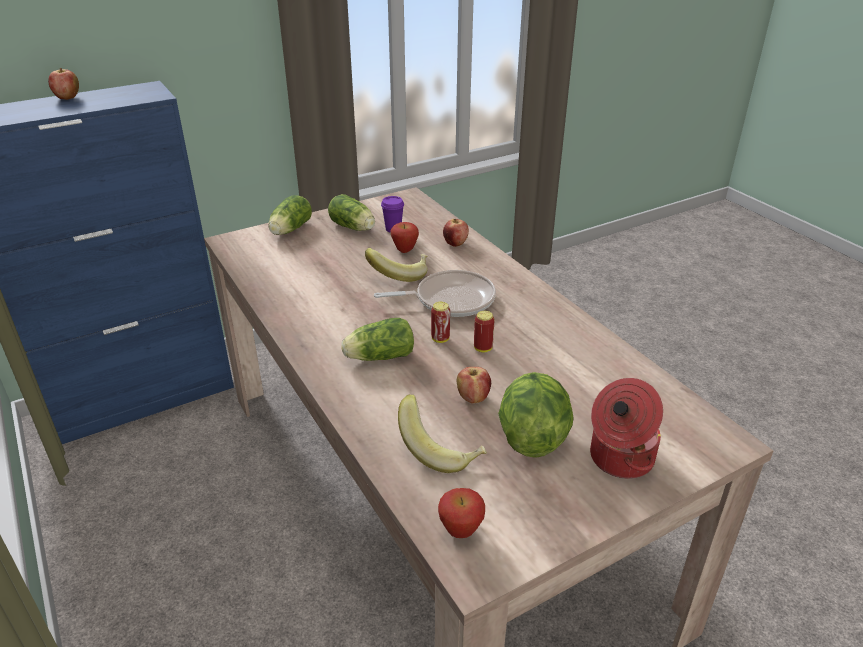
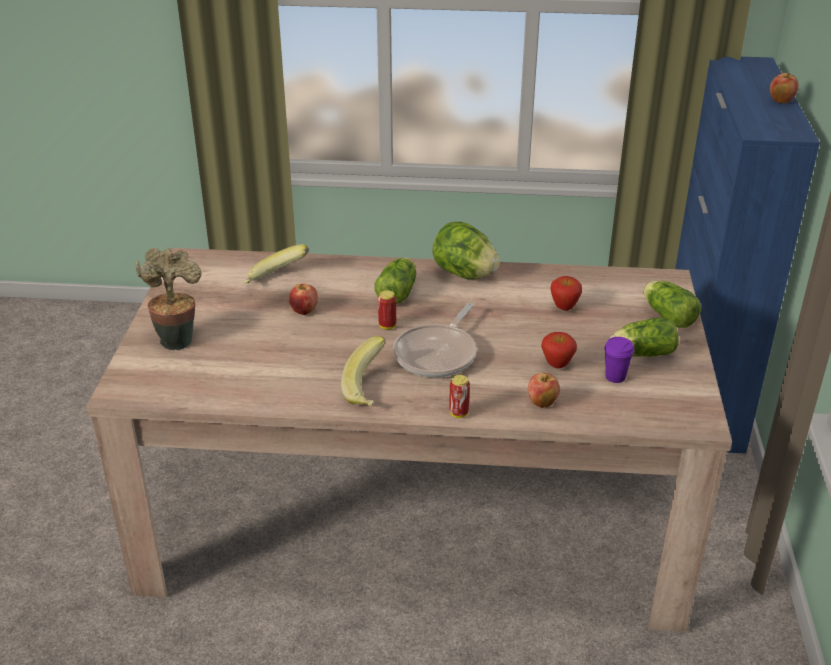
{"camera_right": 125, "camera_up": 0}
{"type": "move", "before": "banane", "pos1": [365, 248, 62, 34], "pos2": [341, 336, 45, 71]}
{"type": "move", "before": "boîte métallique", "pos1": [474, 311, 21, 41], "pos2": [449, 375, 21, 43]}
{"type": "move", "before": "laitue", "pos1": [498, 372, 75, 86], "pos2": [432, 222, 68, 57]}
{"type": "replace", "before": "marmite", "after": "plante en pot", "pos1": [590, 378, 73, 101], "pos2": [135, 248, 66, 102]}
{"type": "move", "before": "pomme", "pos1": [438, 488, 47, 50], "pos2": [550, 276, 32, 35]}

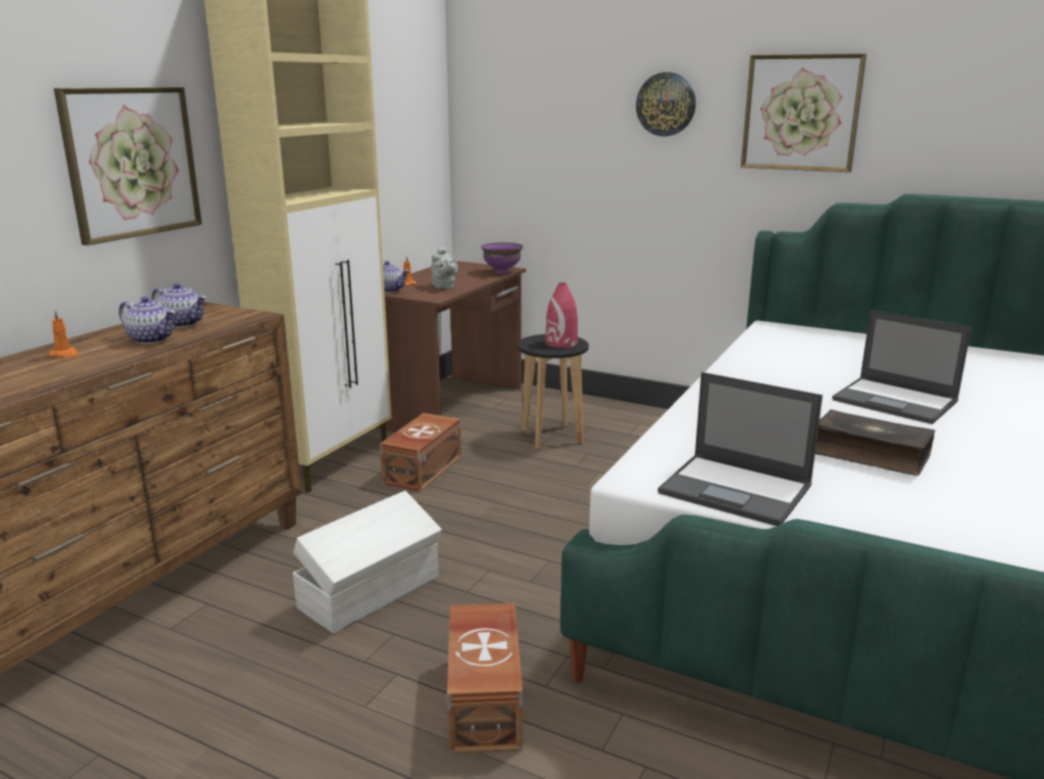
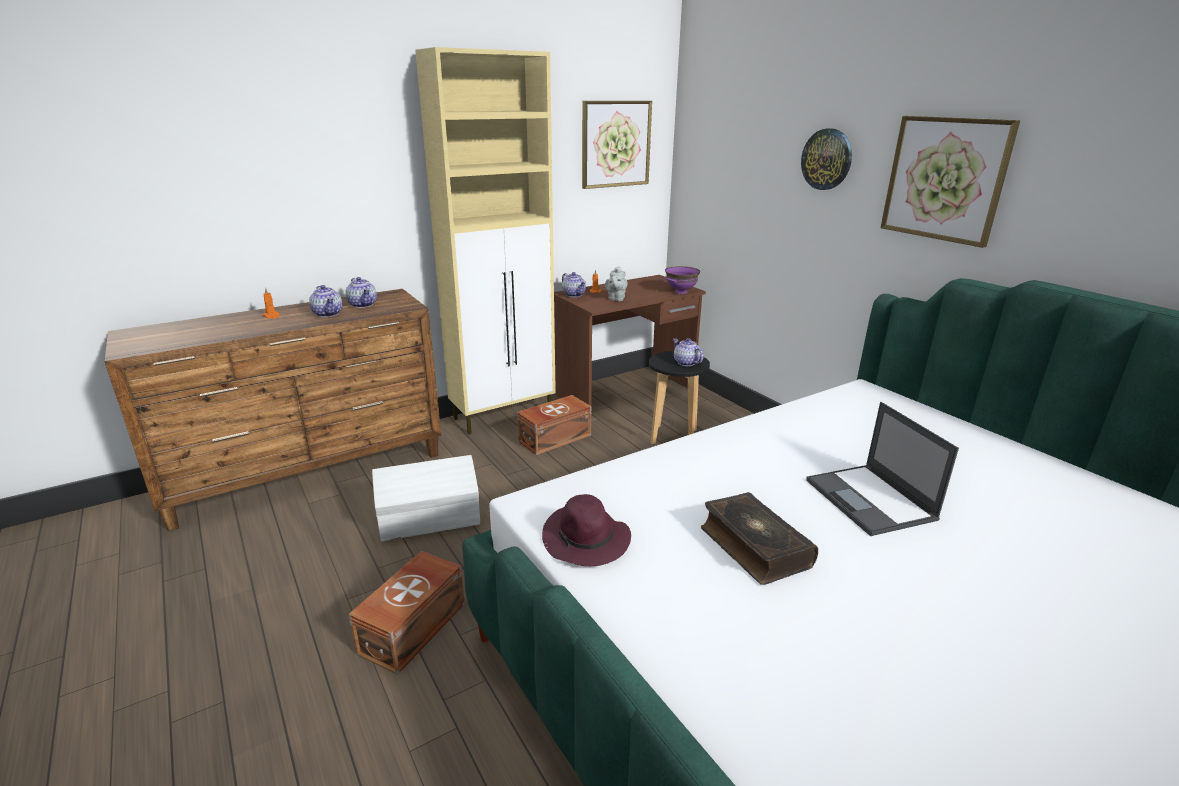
{"camera_right": 30, "camera_up": 5}
{"type": "move", "before": "tableau", "pos1": [54, 87, 148, 159], "pos2": [582, 101, 70, 88]}
{"type": "replace", "before": "vase [rouge]", "after": "théière", "pos1": [546, 283, 32, 65], "pos2": [673, 338, 30, 28]}
{"type": "replace", "before": "ordinateur portable", "after": "chapeau [violet]", "pos1": [658, 372, 165, 154], "pos2": [542, 494, 89, 72]}

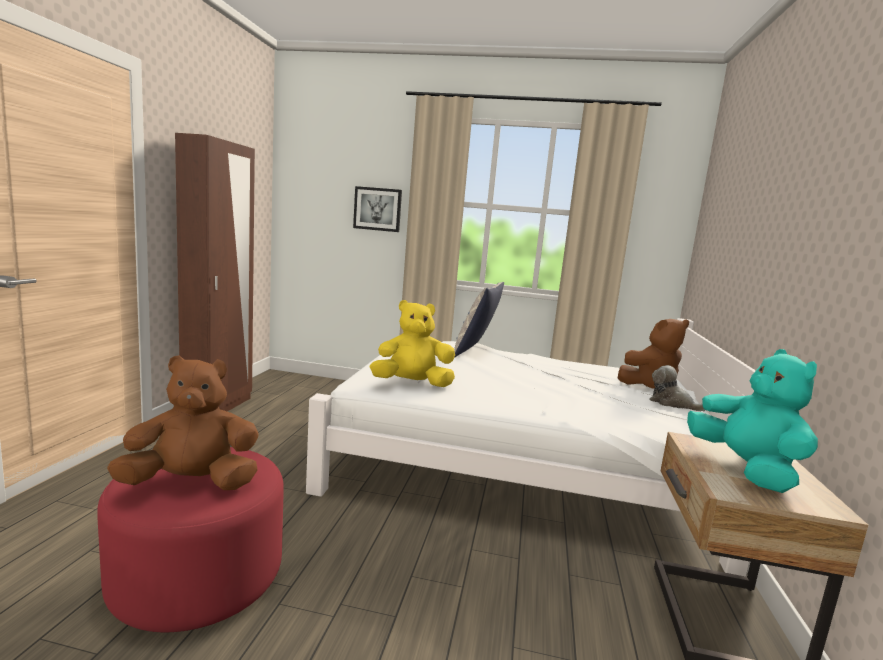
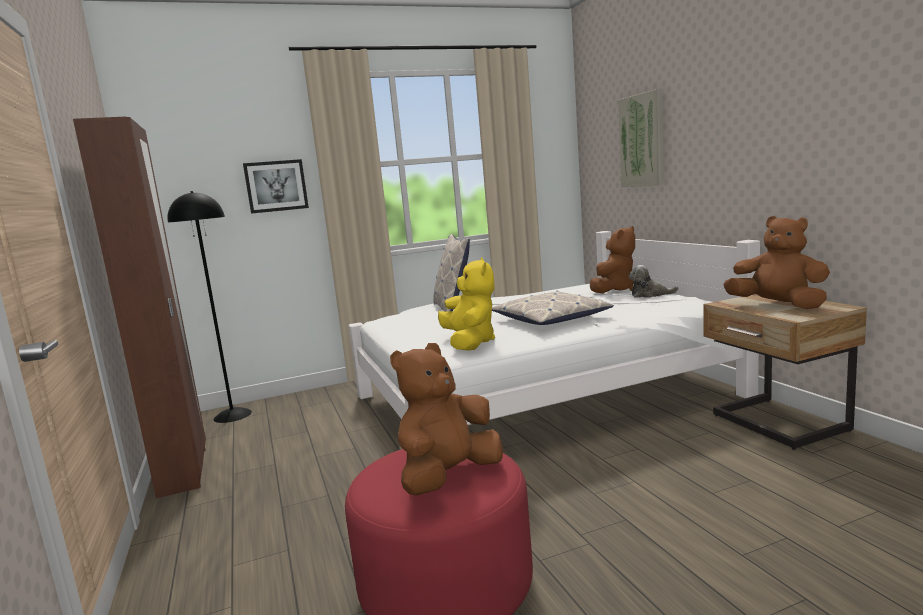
{"camera_right": -30, "camera_up": 0}
{"type": "rotate", "before": "peluche [jaune]", "pos1": [370, 300, 85, 87], "pos2": [438, 257, 57, 94], "turn": 120}
{"type": "recolor", "before": "peluche [turquoise]", "after": "peluche [marron]", "pos1": [687, 349, 131, 144], "pos2": [723, 216, 107, 93]}
{"type": "insert", "after": "tableau", "pos2": [618, 89, 46, 98]}
{"type": "insert", "after": "lampadaire [noir]", "pos2": [167, 191, 85, 232]}
{"type": "insert", "after": "coussin", "pos2": [492, 291, 122, 34]}

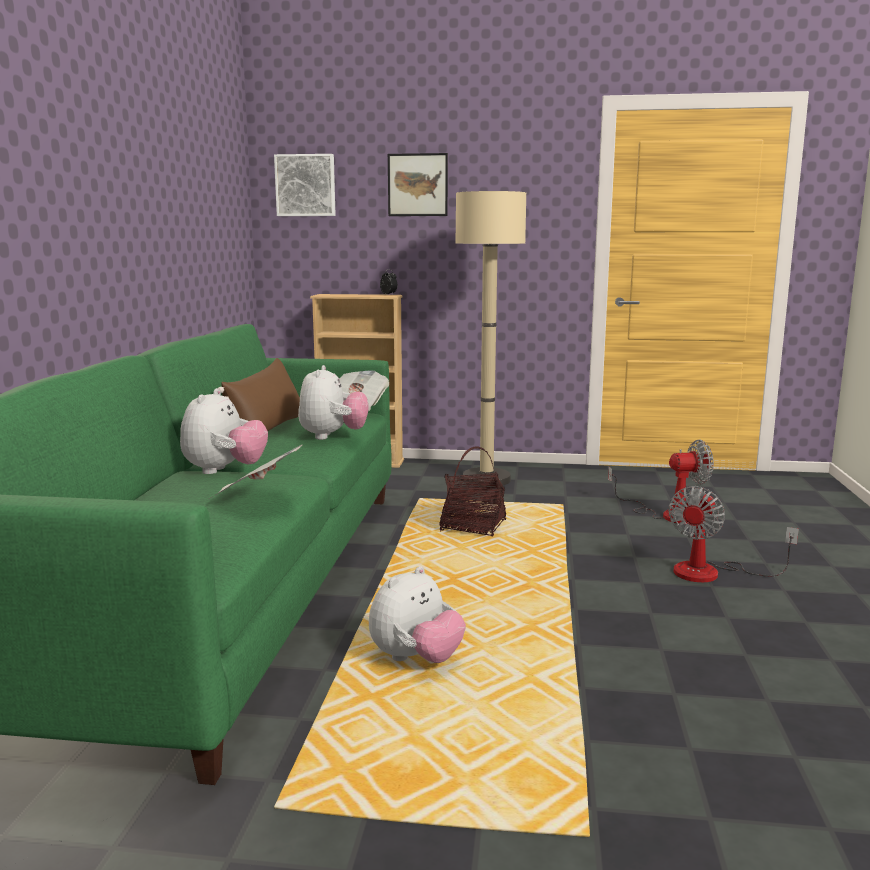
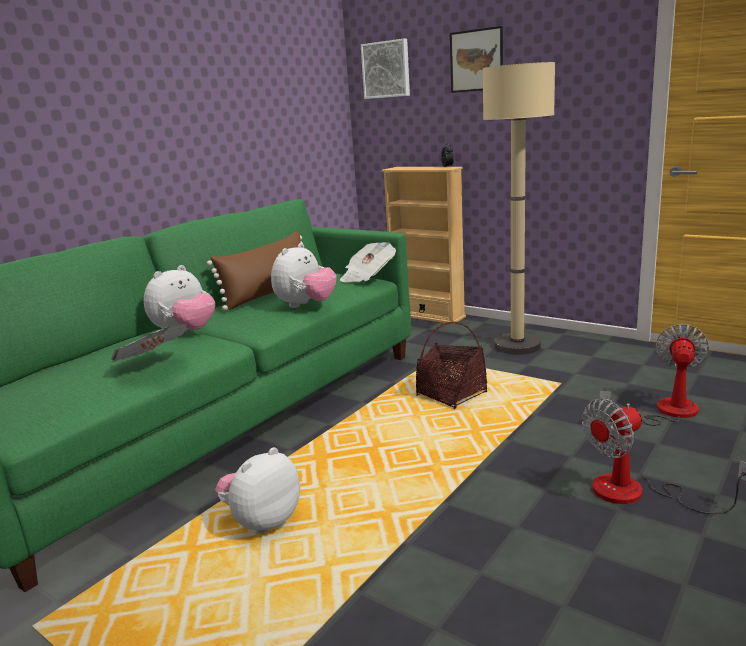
{"camera_right": 30, "camera_up": 5}
{"type": "rotate", "before": "ventilateur", "pos1": [608, 440, 106, 84], "pos2": [599, 324, 110, 102], "turn": -90}
{"type": "rotate", "before": "peluche", "pos1": [369, 566, 97, 97], "pos2": [215, 447, 85, 86], "turn": 150}

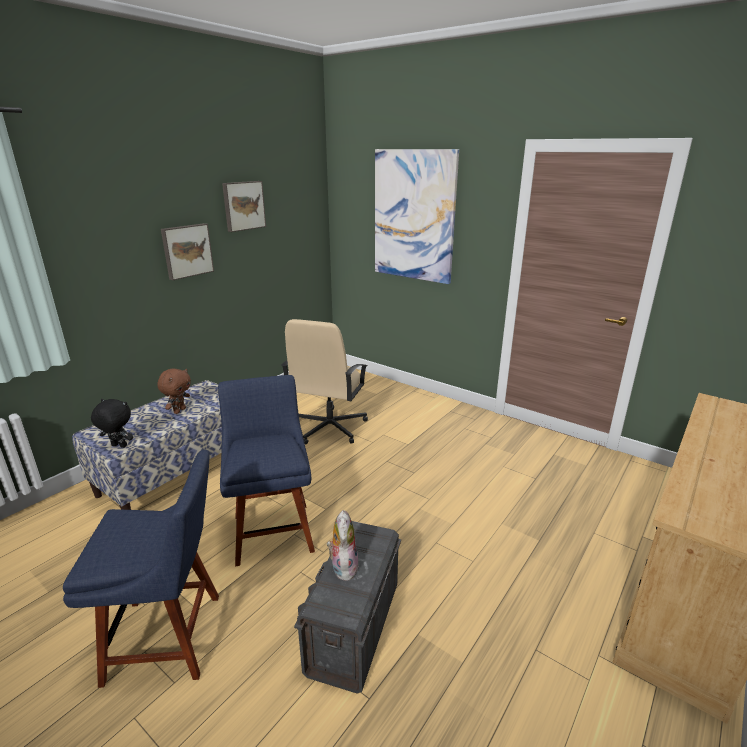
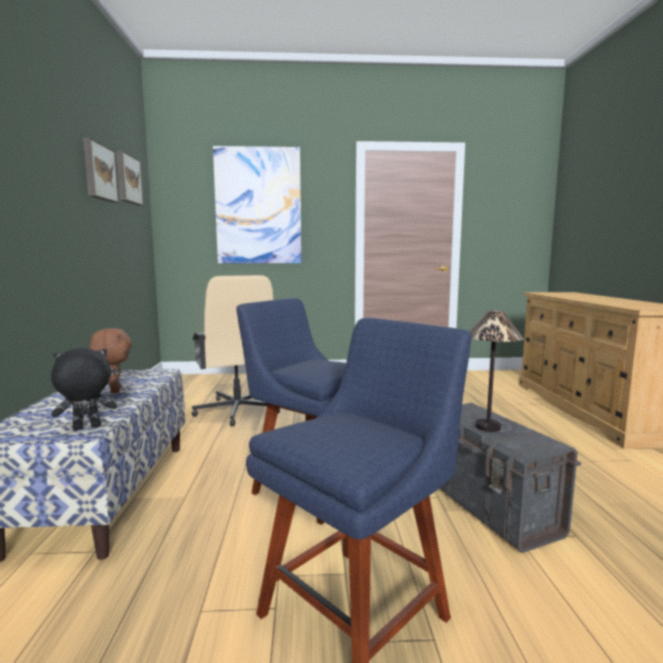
{"camera_right": -40, "camera_up": -15}
{"type": "move", "before": "tableau", "pos1": [161, 223, 53, 57], "pos2": [116, 150, 27, 56]}
{"type": "replace", "before": "peluche", "after": "lampe de table", "pos1": [327, 510, 32, 71], "pos2": [468, 310, 56, 122]}

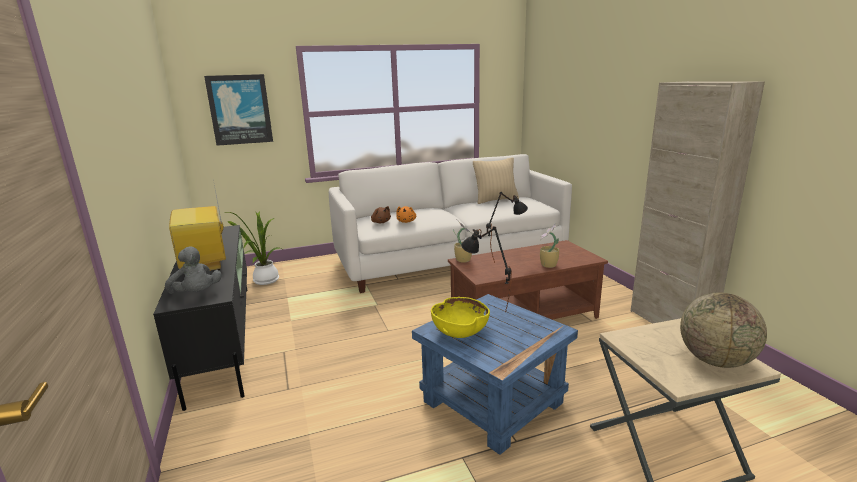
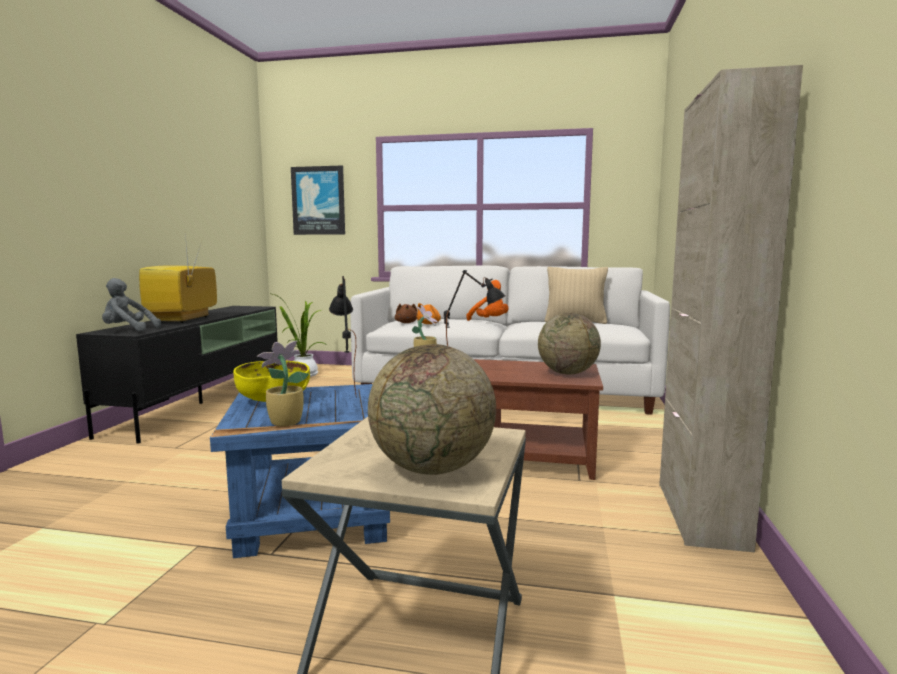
{"camera_right": 30, "camera_up": -10}
{"type": "move", "before": "plante en pot", "pos1": [540, 223, 19, 45], "pos2": [257, 341, 52, 85]}
{"type": "rotate", "before": "peluche [gris]", "pos1": [165, 246, 57, 48], "pos2": [102, 278, 59, 53], "turn": 105}
{"type": "insert", "after": "peluche [orange]", "pos2": [466, 280, 42, 41]}
{"type": "insert", "after": "globe", "pos2": [538, 313, 63, 62]}

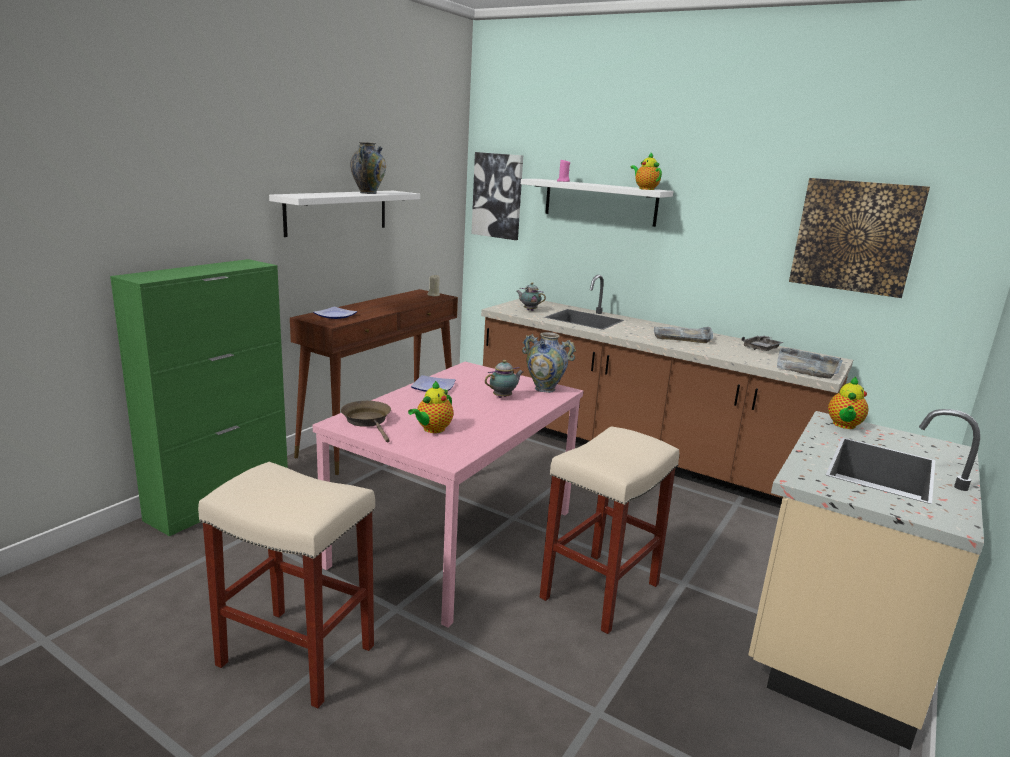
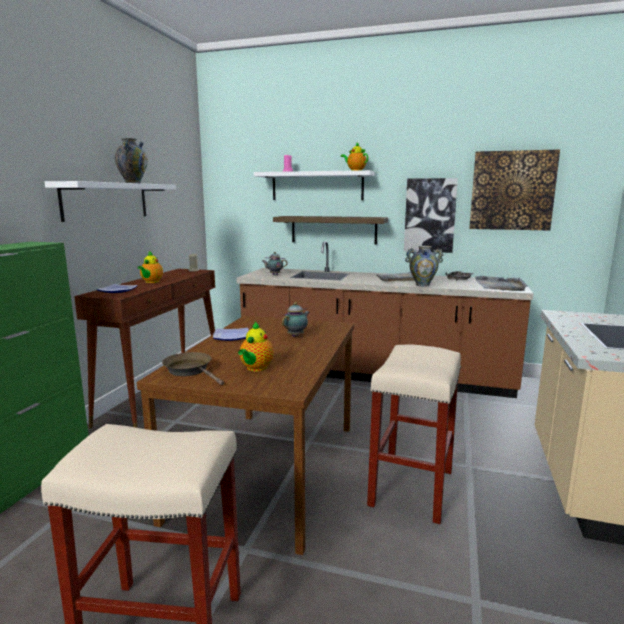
{"camera_right": -15, "camera_up": -5}
{"type": "move", "before": "tableau", "pos1": [471, 152, 52, 88], "pos2": [404, 178, 54, 75]}
{"type": "move", "before": "vase", "pos1": [522, 332, 54, 61], "pos2": [405, 246, 38, 41]}
{"type": "recolor", "before": "table à manger [rose]", "after": "table à manger [marron]", "pos1": [313, 362, 270, 266], "pos2": [137, 316, 217, 239]}
{"type": "move", "before": "théière", "pos1": [828, 377, 40, 52], "pos2": [138, 251, 25, 32]}
{"type": "insert", "after": "étagère", "pos2": [273, 216, 115, 29]}

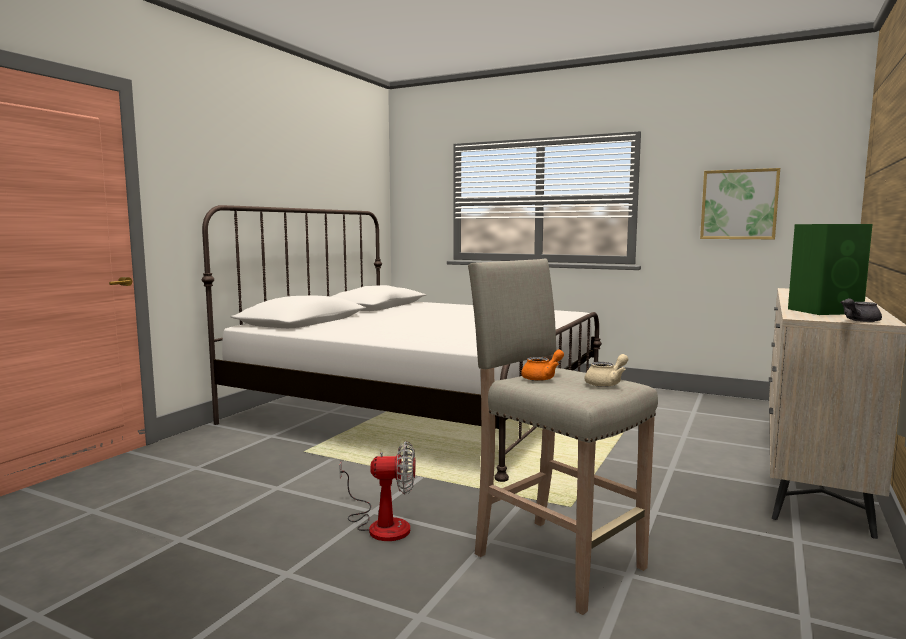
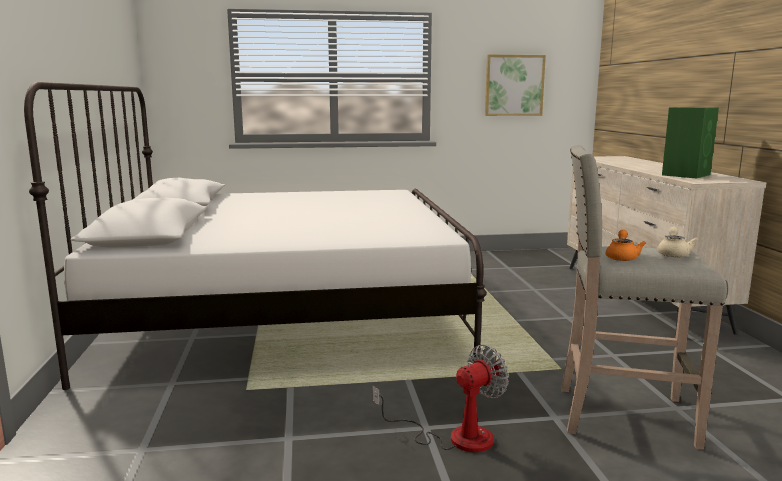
{"camera_right": -35, "camera_up": 5}
{"type": "delete", "before": "théière [gris]", "pos1": [840, 298, 42, 24]}

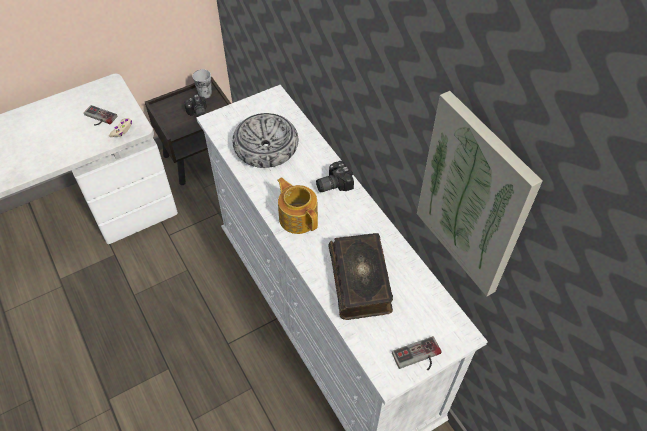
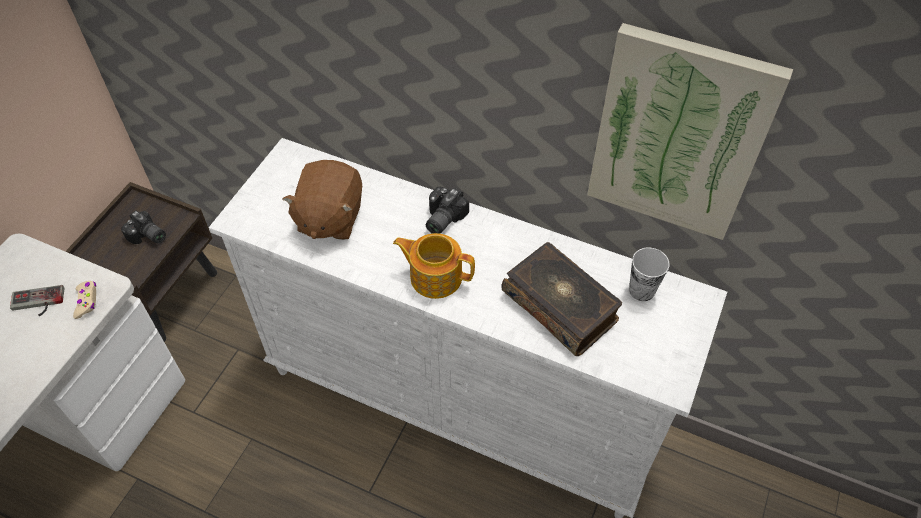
{"camera_right": -35, "camera_up": 0}
{"type": "move", "before": "tasse", "pos1": [192, 69, 20, 29], "pos2": [629, 248, 41, 53]}
{"type": "replace", "before": "bol", "after": "peluche [marron]", "pos1": [232, 113, 66, 55], "pos2": [282, 160, 80, 80]}
{"type": "delete", "before": "manette", "pos1": [392, 336, 49, 34]}

